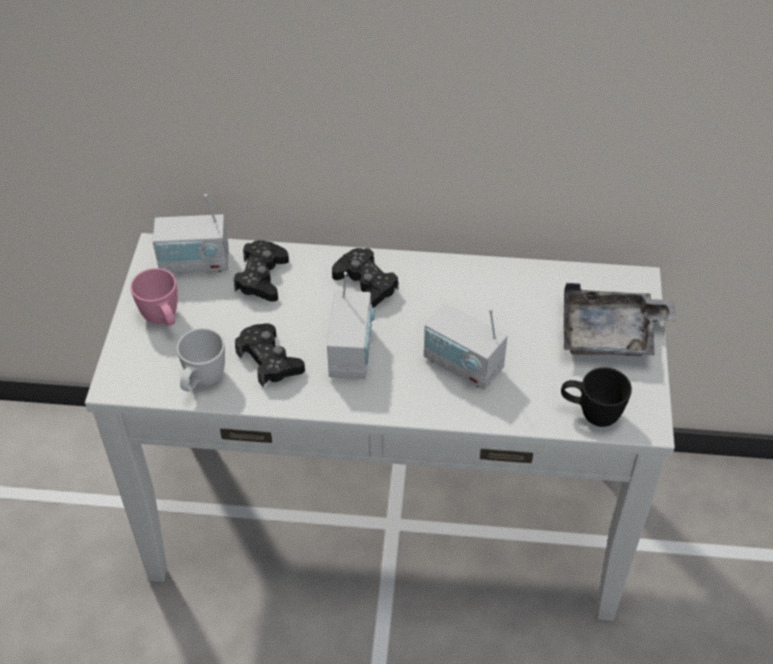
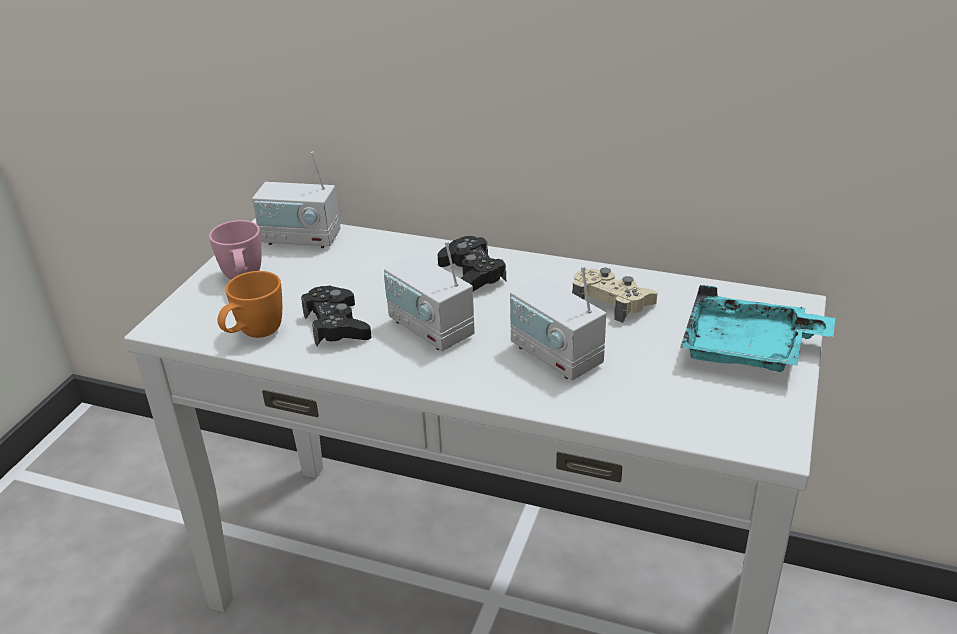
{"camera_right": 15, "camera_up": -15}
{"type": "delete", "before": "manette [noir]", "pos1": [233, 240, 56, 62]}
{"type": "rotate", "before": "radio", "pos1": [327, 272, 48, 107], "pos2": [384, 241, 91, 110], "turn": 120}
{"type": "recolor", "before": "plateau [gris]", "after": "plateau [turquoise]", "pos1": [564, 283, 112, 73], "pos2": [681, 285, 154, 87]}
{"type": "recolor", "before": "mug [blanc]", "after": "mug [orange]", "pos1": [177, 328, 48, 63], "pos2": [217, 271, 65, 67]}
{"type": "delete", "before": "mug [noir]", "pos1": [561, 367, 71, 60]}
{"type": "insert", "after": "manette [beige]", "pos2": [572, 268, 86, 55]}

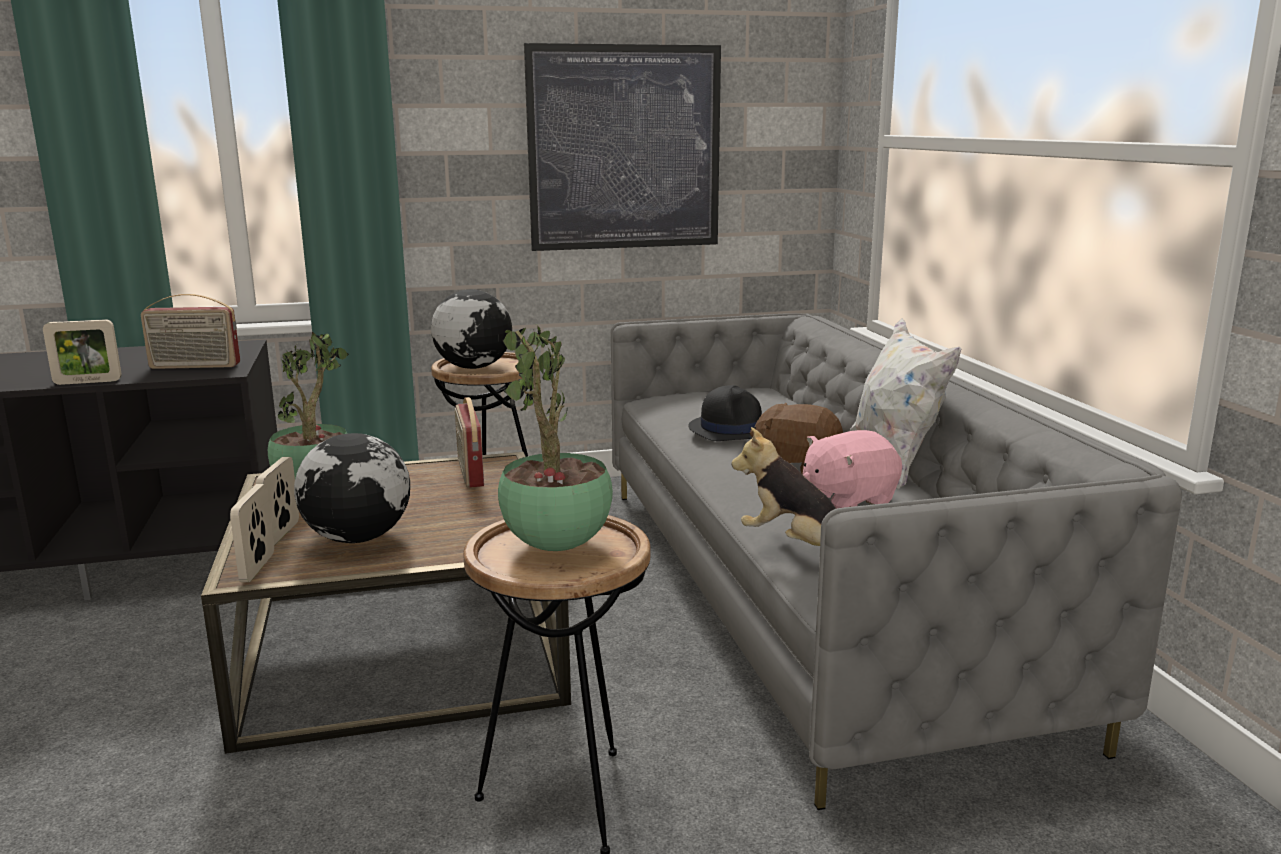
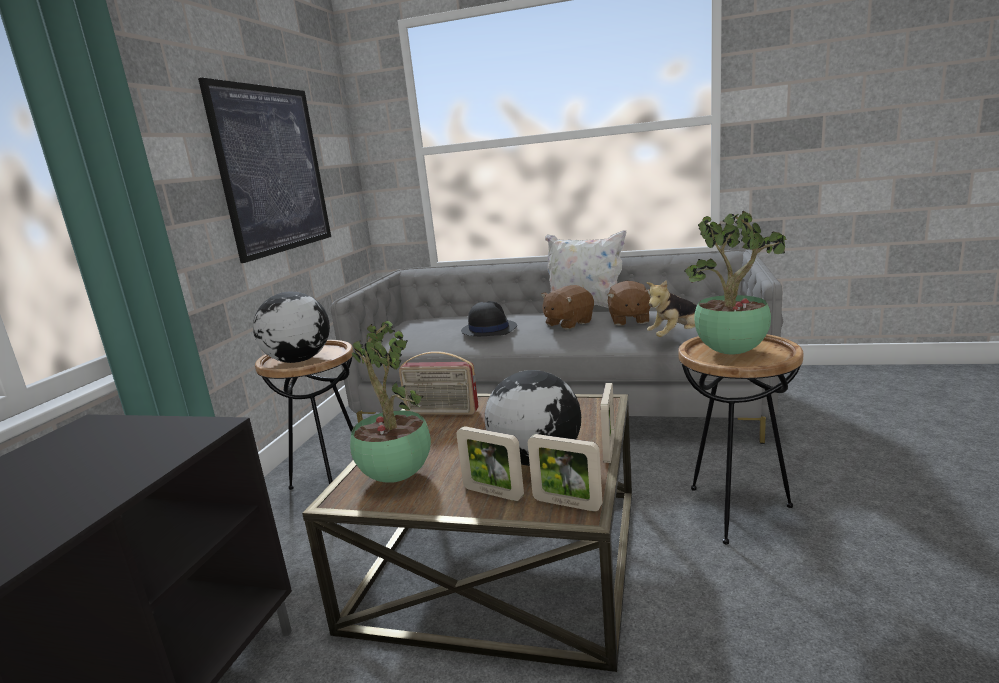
{"camera_right": -60, "camera_up": 0}
{"type": "delete", "before": "radio", "pos1": [141, 294, 99, 75]}
{"type": "move", "before": "cadre photo", "pos1": [43, 319, 79, 66], "pos2": [601, 383, 14, 80]}
{"type": "recolor", "before": "peluche [rose]", "after": "peluche [marron]", "pos1": [803, 430, 99, 79], "pos2": [607, 281, 43, 45]}

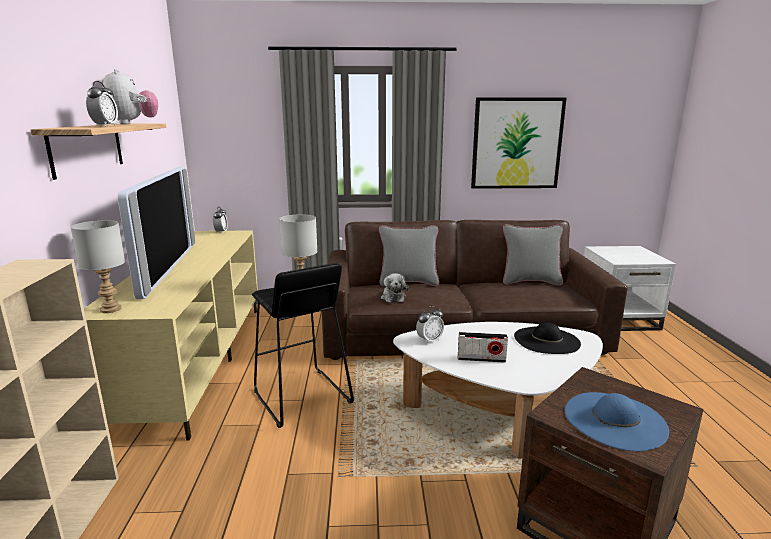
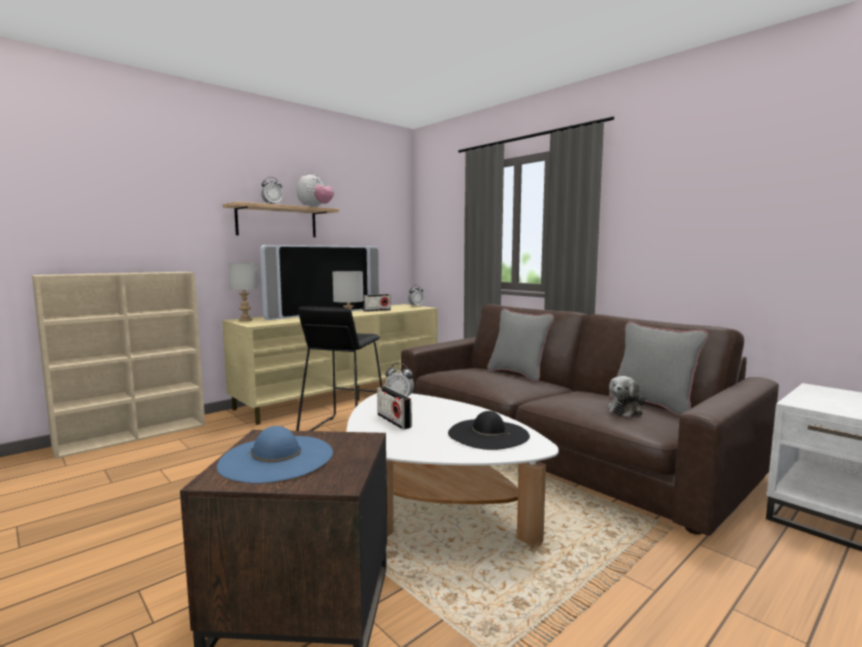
{"camera_right": 50, "camera_up": -10}
{"type": "delete", "before": "tableau", "pos1": [471, 98, 96, 91]}
{"type": "move", "before": "peluche", "pos1": [381, 273, 28, 30], "pos2": [608, 376, 37, 42]}
{"type": "insert", "after": "radio", "pos2": [363, 294, 28, 18]}

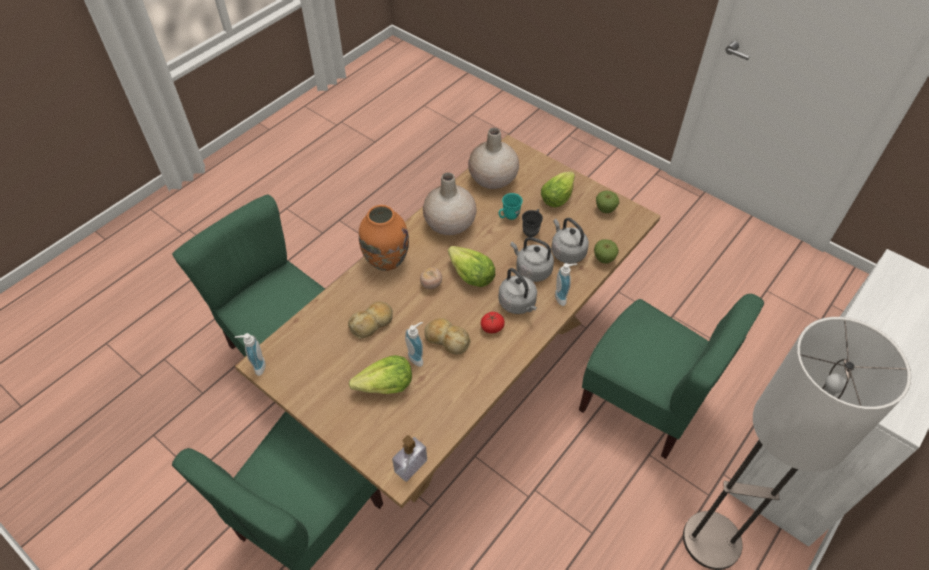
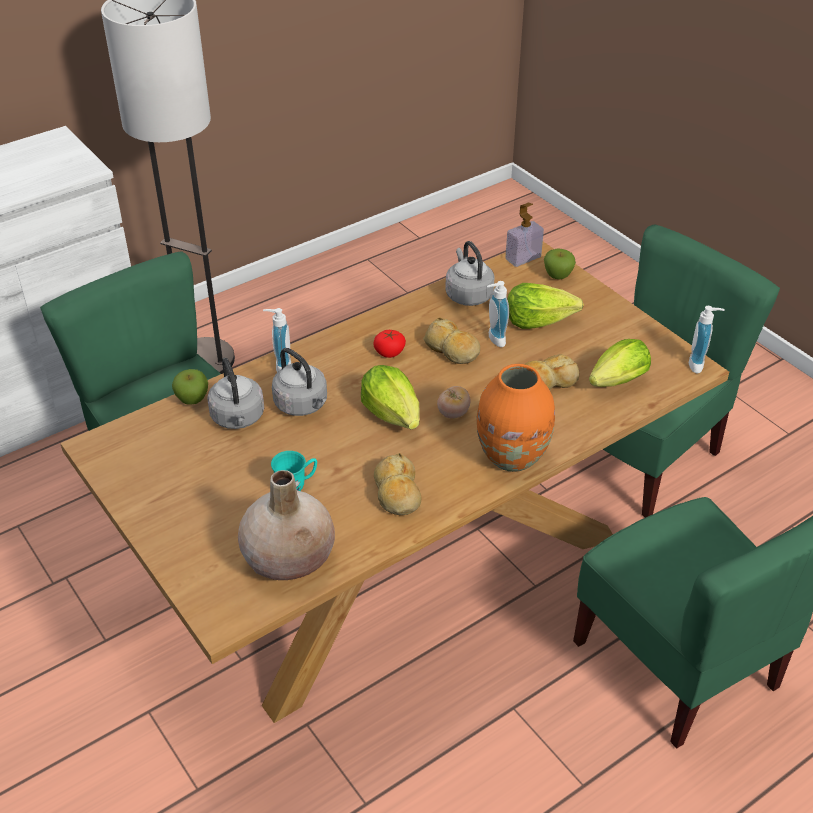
{"camera_right": -165, "camera_up": -10}
{"type": "replace", "before": "vase [beige]", "after": "pain", "pos1": [423, 172, 53, 63], "pos2": [374, 453, 48, 62]}
{"type": "move", "before": "laitue", "pos1": [541, 172, 34, 35], "pos2": [589, 339, 62, 48]}
{"type": "move", "before": "pomme", "pos1": [596, 190, 23, 23], "pos2": [544, 249, 32, 30]}
{"type": "delete", "before": "mug [gris]", "pos1": [522, 209, 21, 28]}
{"type": "move", "before": "bouilloire [gris]", "pos1": [498, 268, 39, 46], "pos2": [445, 241, 50, 65]}

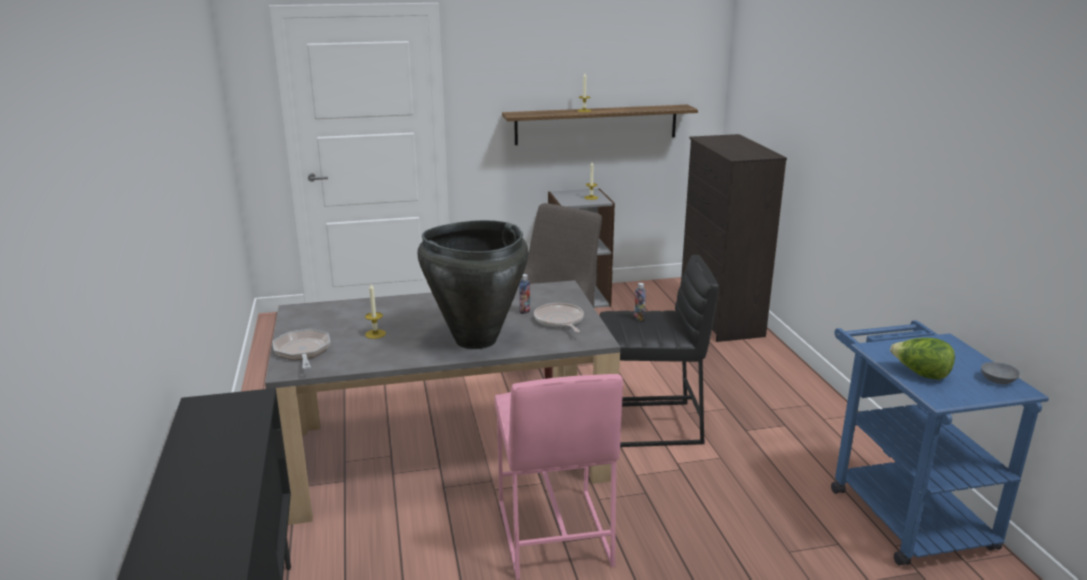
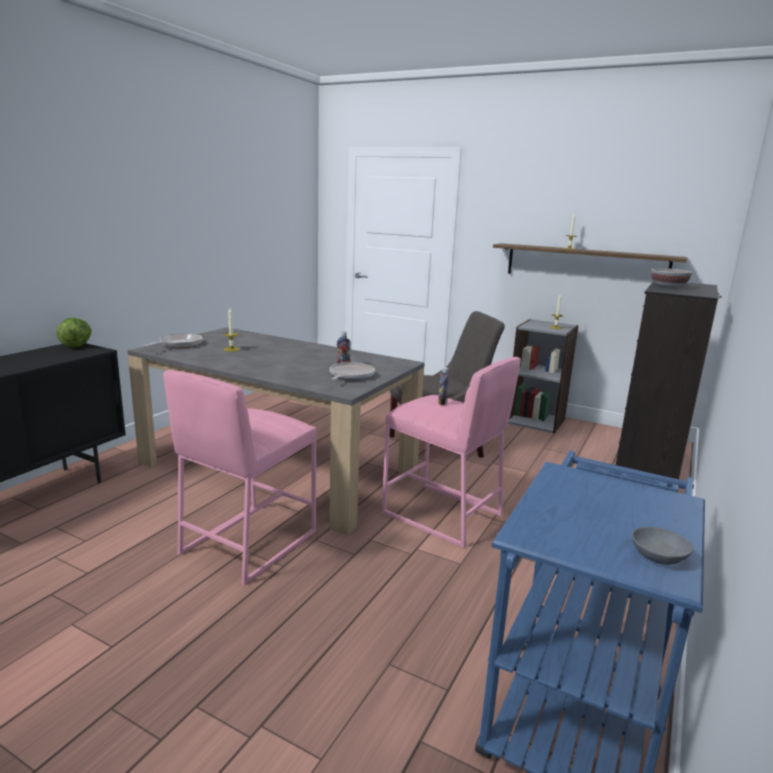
{"camera_right": 40, "camera_up": -5}
{"type": "delete", "before": "vase [noir]", "pos1": [417, 220, 112, 129]}
{"type": "recolor", "before": "tabouret [noir]", "after": "tabouret [rose]", "pos1": [599, 255, 120, 192], "pos2": [382, 357, 139, 191]}
{"type": "move", "before": "laitue", "pos1": [890, 338, 65, 42], "pos2": [56, 318, 35, 29]}
{"type": "insert", "after": "bol", "pos2": [651, 268, 42, 20]}

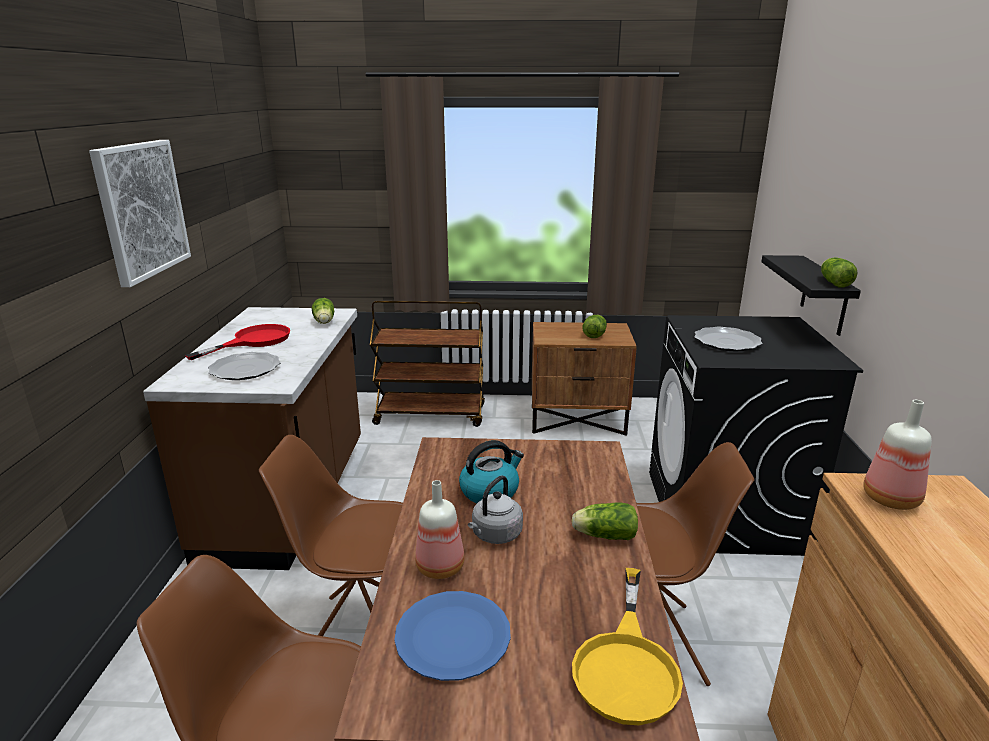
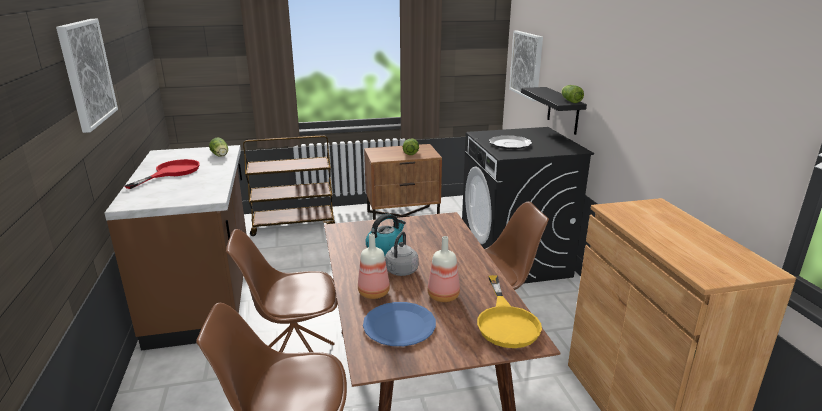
{"camera_right": -15, "camera_up": 0}
{"type": "delete", "before": "assiette", "pos1": [208, 352, 73, 28]}
{"type": "move", "before": "bouteille", "pos1": [863, 400, 69, 110], "pos2": [428, 236, 32, 66]}
{"type": "delete", "before": "laitue", "pos1": [572, 503, 66, 37]}
{"type": "insert", "after": "tableau", "pos2": [509, 31, 34, 70]}

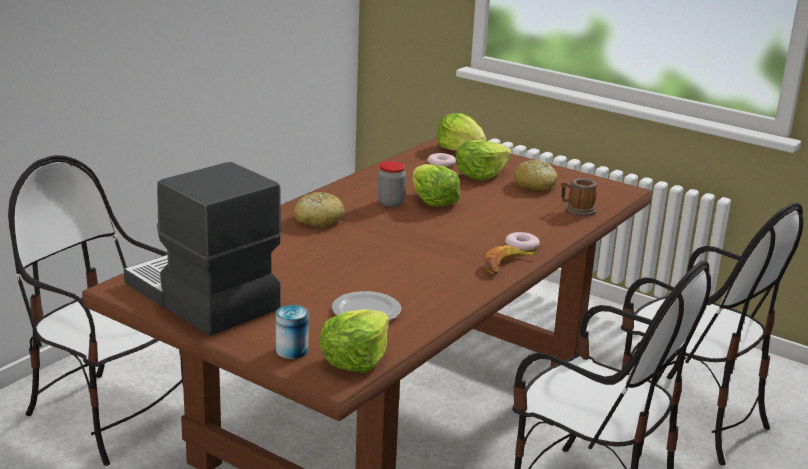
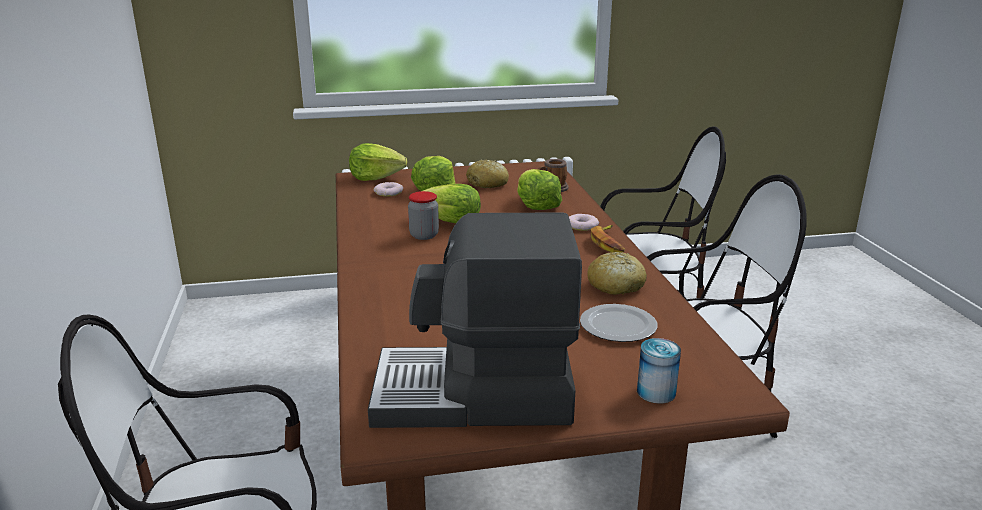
{"camera_right": -45, "camera_up": 0}
{"type": "move", "before": "pain", "pos1": [294, 192, 51, 35], "pos2": [587, 252, 60, 43]}
{"type": "move", "before": "laitue", "pos1": [320, 309, 69, 64], "pos2": [517, 169, 45, 41]}

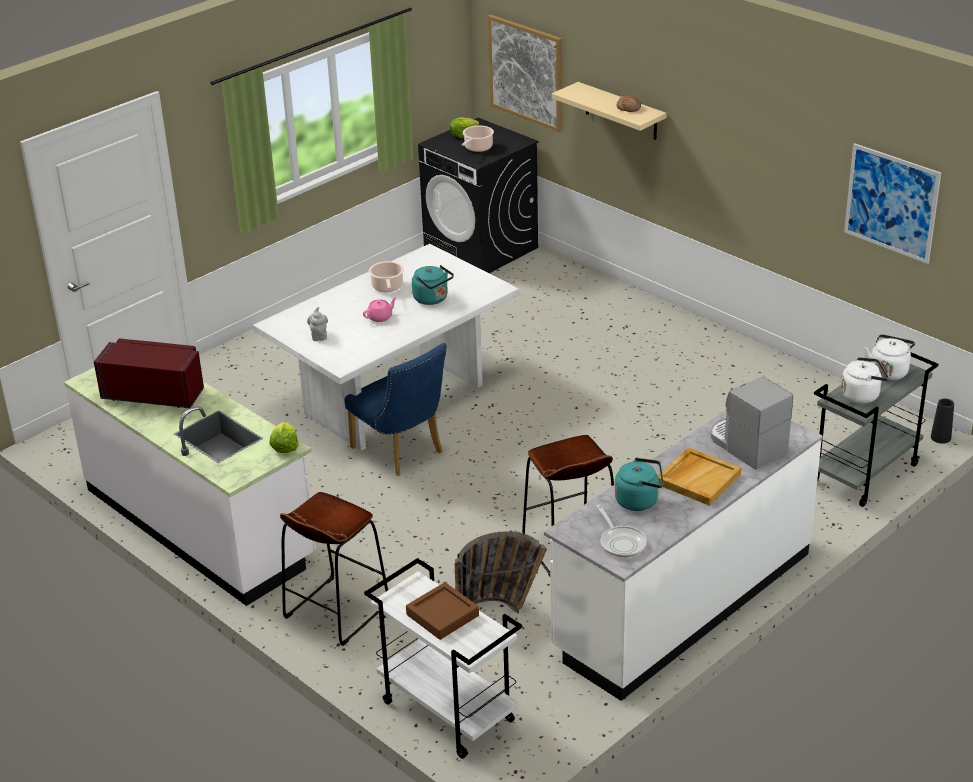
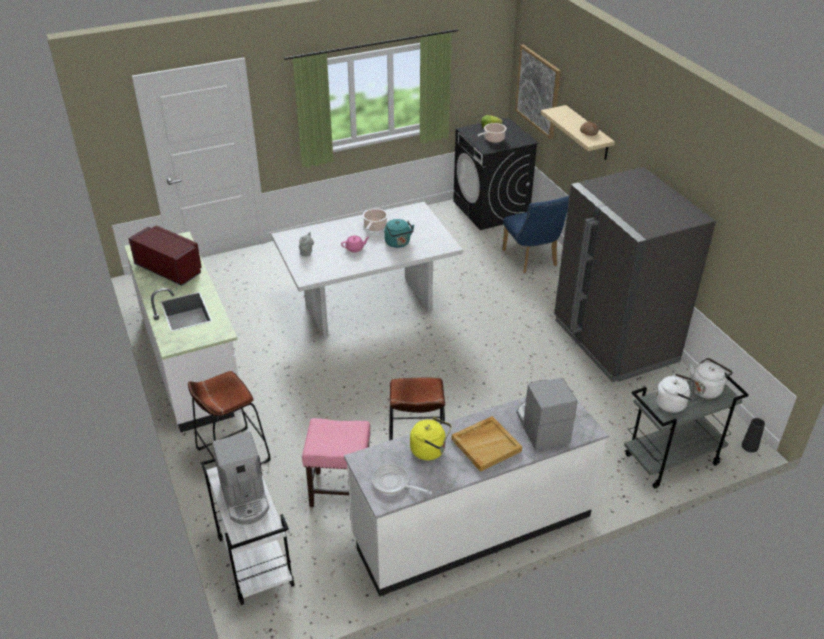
{"camera_right": 20, "camera_up": 5}
{"type": "delete", "before": "tableau", "pos1": [844, 143, 97, 121]}
{"type": "move", "before": "chaise [bleu]", "pos1": [345, 343, 102, 133], "pos2": [502, 196, 67, 77]}
{"type": "delete", "before": "laitue", "pos1": [269, 422, 29, 31]}
{"type": "recolor", "before": "bouilloire [turquoise]", "after": "bouilloire [jaune]", "pos1": [615, 458, 49, 53], "pos2": [410, 417, 42, 44]}
{"type": "rotate", "before": "poêle", "pos1": [597, 505, 50, 52], "pos2": [372, 464, 60, 30], "turn": 120}
{"type": "replace", "before": "panier", "after": "tabouret [rose]", "pos1": [455, 531, 92, 82], "pos2": [302, 418, 68, 89]}
{"type": "replace", "before": "plateau [marron]", "after": "machine à café", "pos1": [406, 582, 73, 58], "pos2": [212, 432, 57, 93]}
{"type": "insert", "after": "réfrigérateur [gris]", "pos2": [554, 167, 162, 215]}

